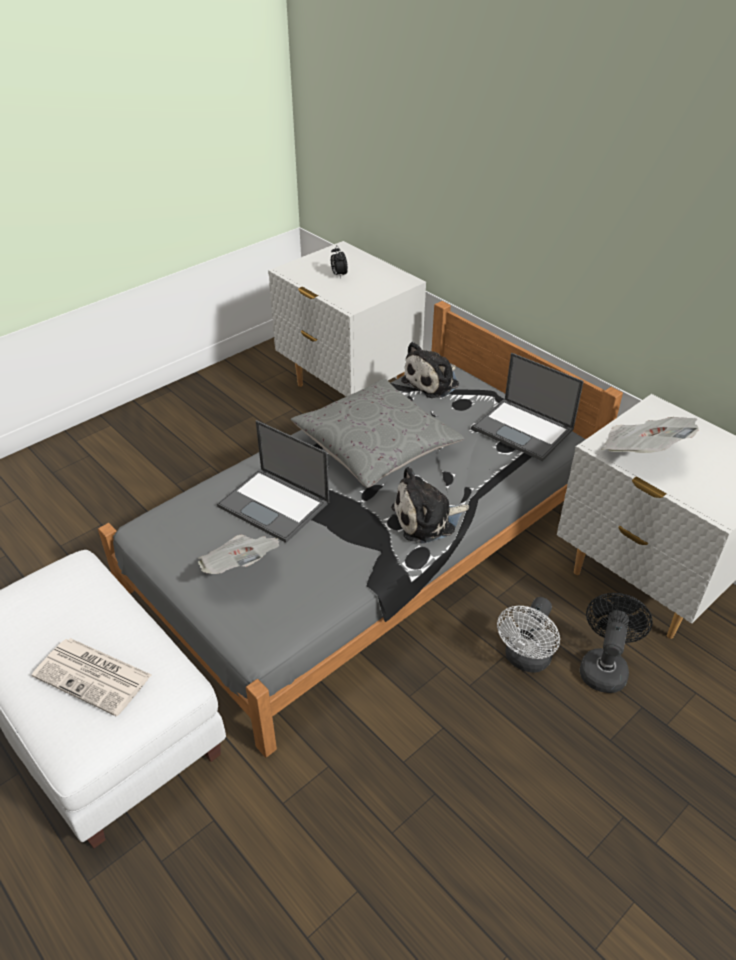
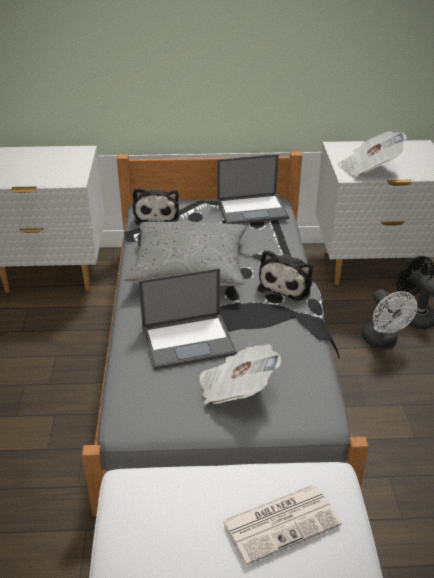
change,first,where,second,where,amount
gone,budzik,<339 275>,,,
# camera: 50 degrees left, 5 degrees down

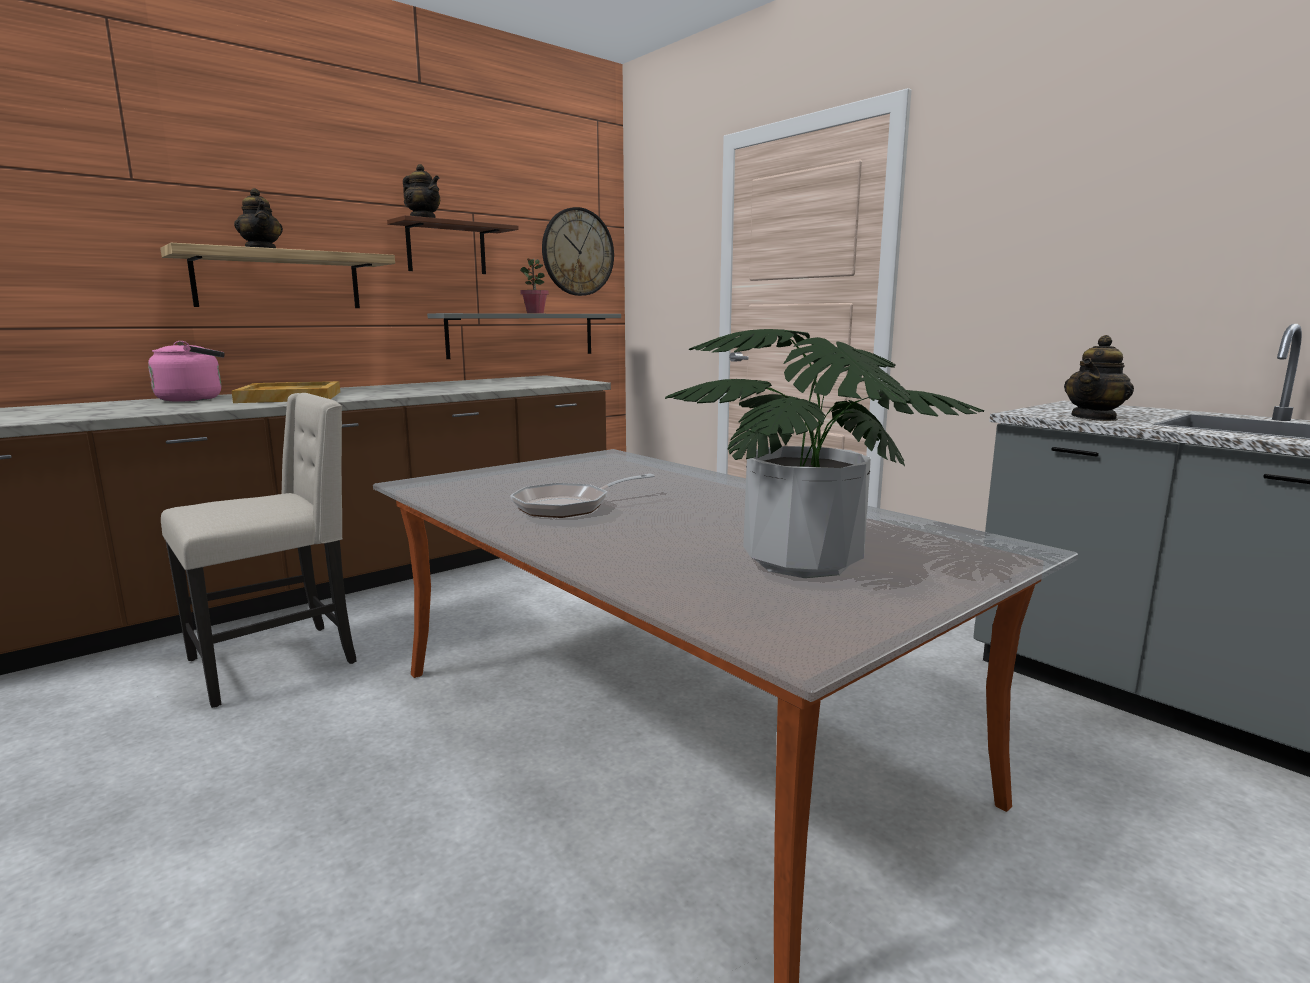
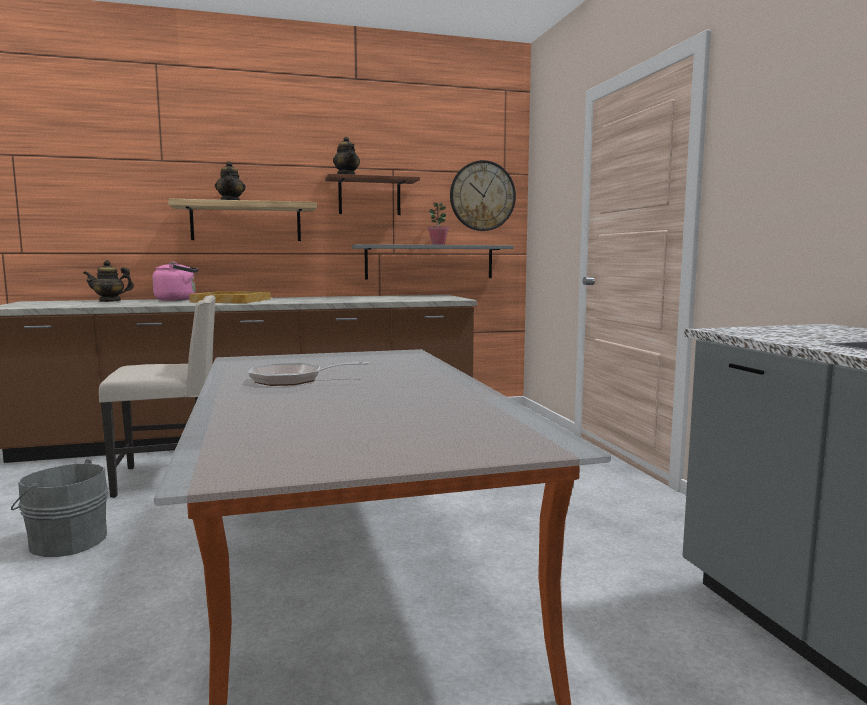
change,first,where,second,where,amount
gone,roślina doniczkowa,<803 562>,,,
new,,,wiadro (szary),<66 541>,
shifted,imbryk,<1094 418>,,<110 301>,
# camera: 25 degrees right, 5 degrees down

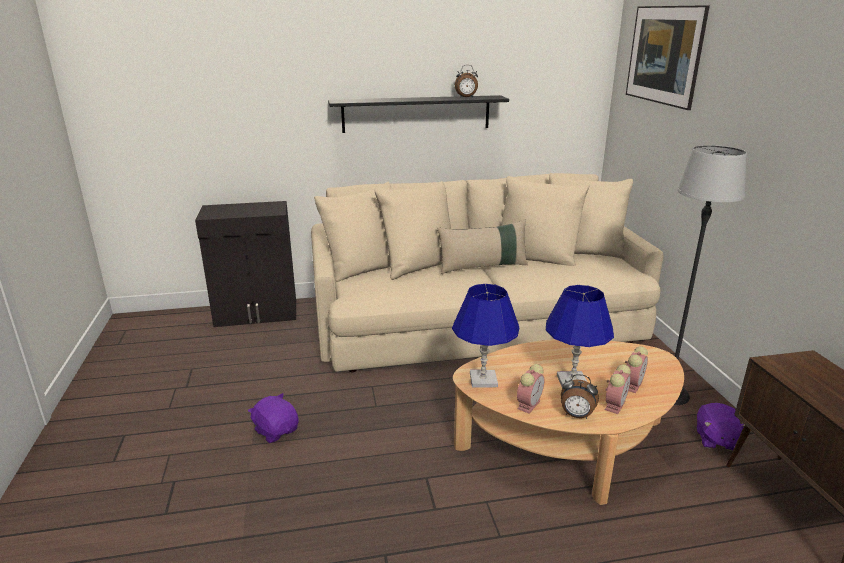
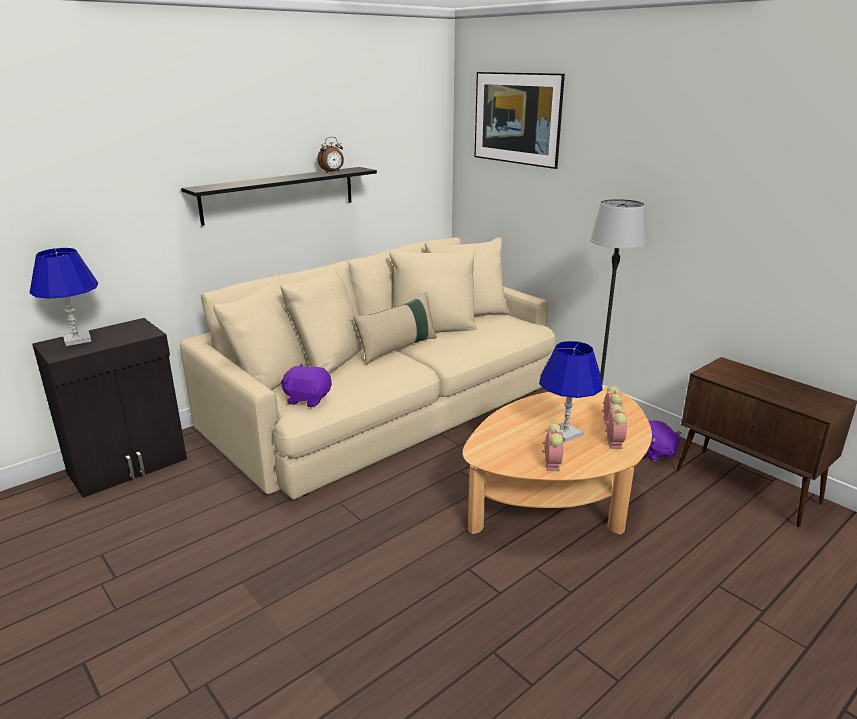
change,first,where,second,where,amount
gone,budzik,<576 415>,,,
shifted,pluszak (fioletowy),<276 431>,,<308 399>,
shifted,lampa stołowa (niebieski),<483 380>,,<77 340>,
# camera: 30 degrees left, 0 degrees up

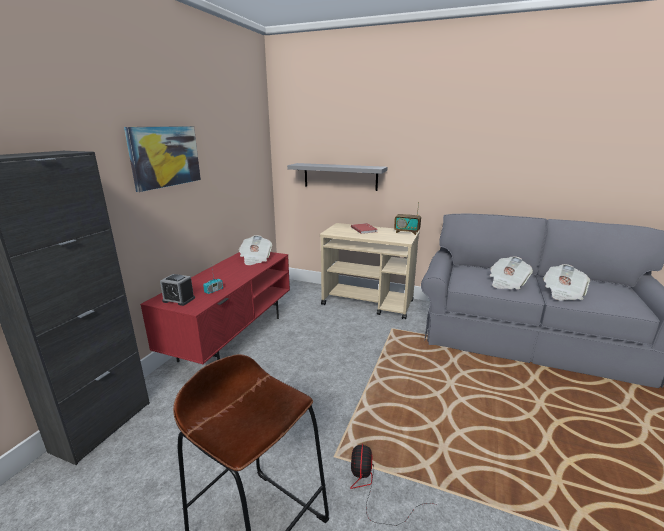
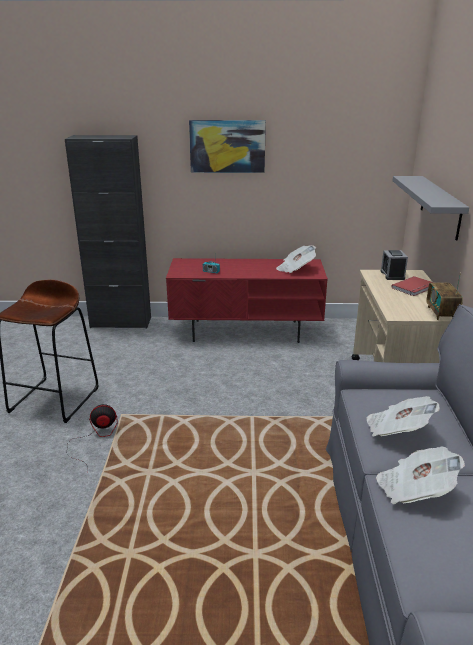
change,first,where,second,where,amount
shifted,budzik,<179 300>,,<392 275>,
# camera: 70 degrees right, 5 degrees up

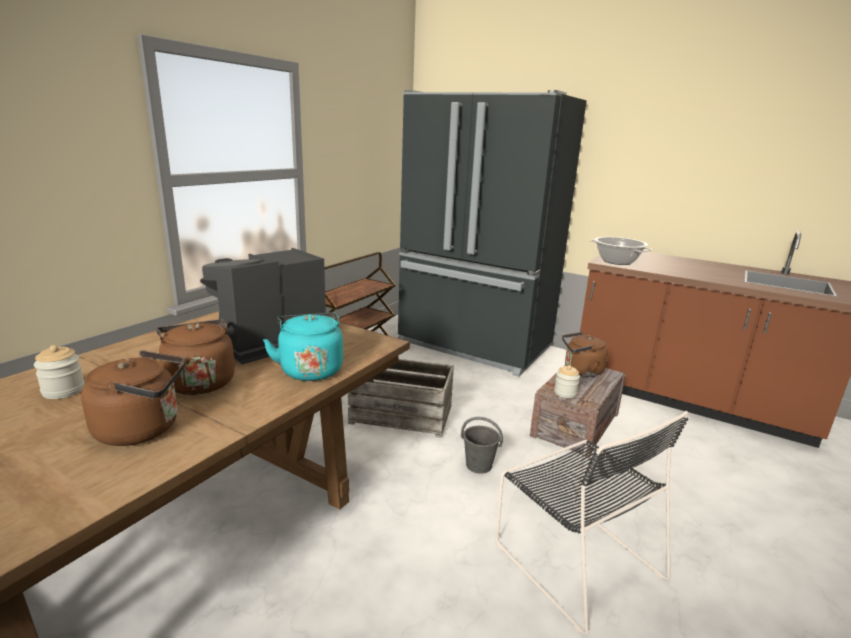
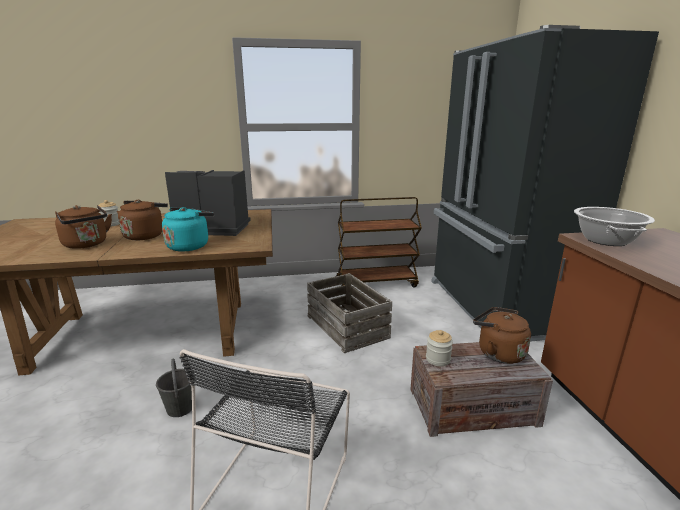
change,first,where,second,where,amount
shifted,wiadro (szary),<479 465>,,<180 408>,
# camera: 50 degrees right, 0 degrees up

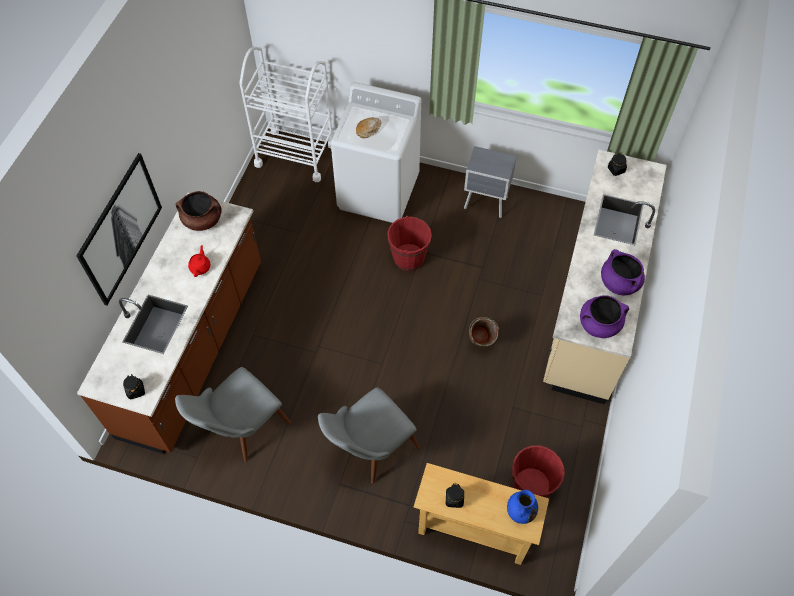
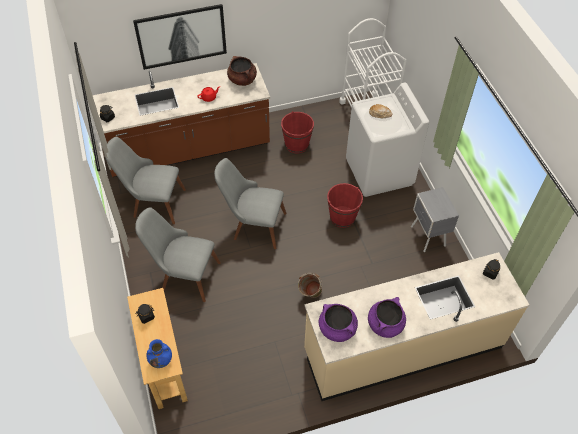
change,first,where,second,where,amount
new,,,krzesło (szary),<252 225>,
shifted,wiadro (czerwony),<531 486>,,<296 144>,
# camera: 55 degrees right, 5 degrees down

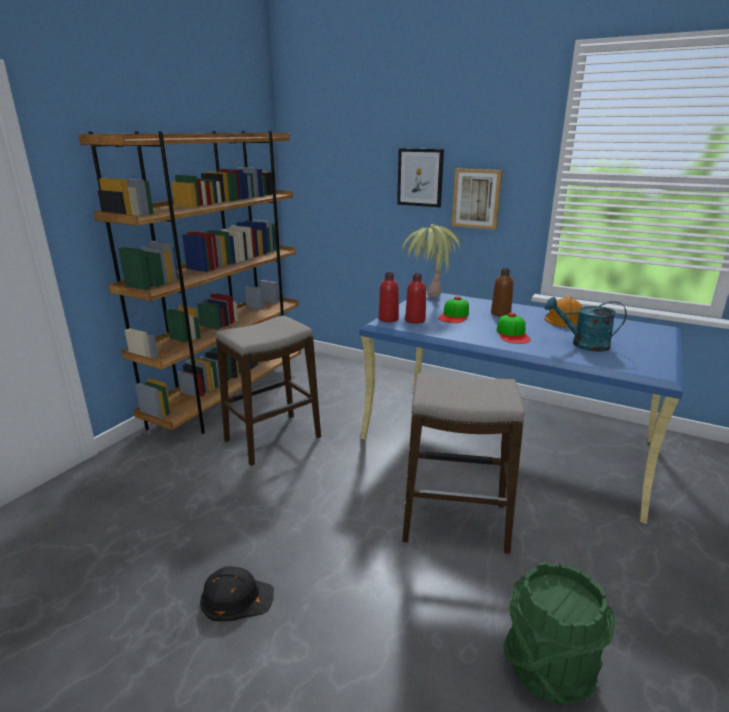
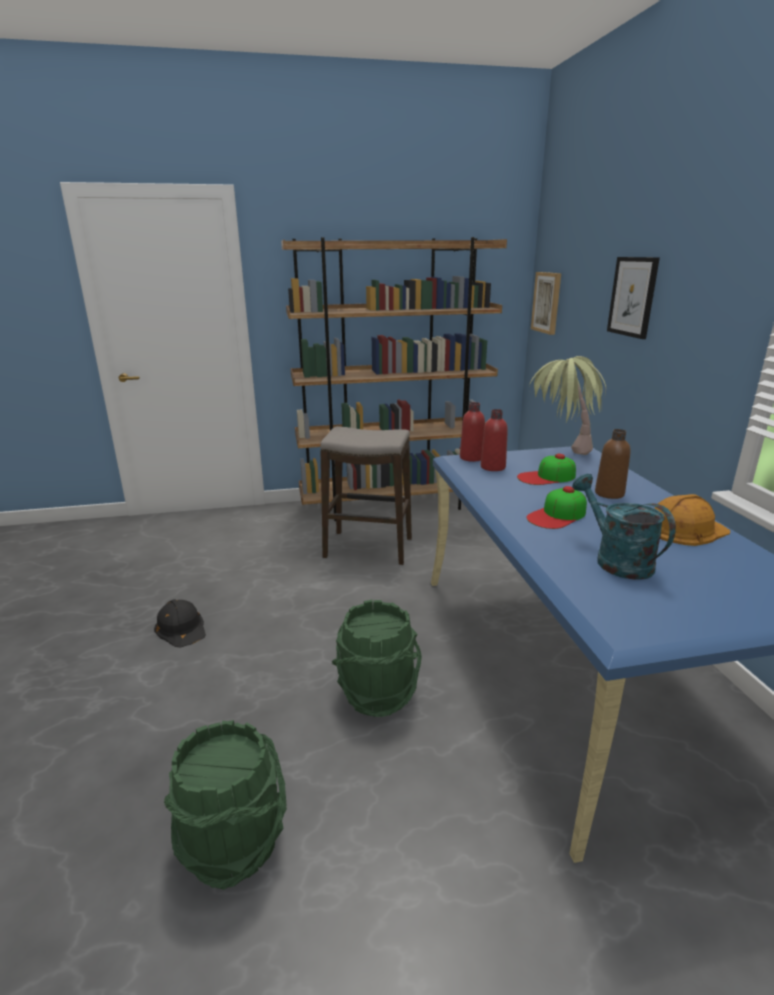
change,first,where,second,where,amount
shifted,obraz,<476 198>,,<547 302>,
swapped,stołek,<455 523>,wiadro (zielony),<377 694>,
# camera: 50 degrees right, 0 degrees up

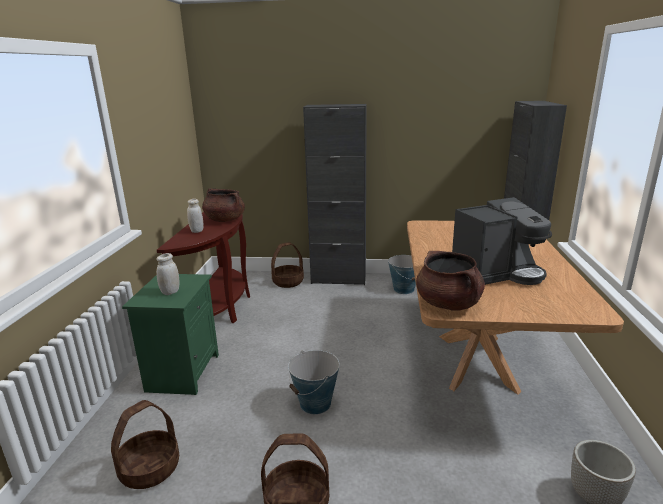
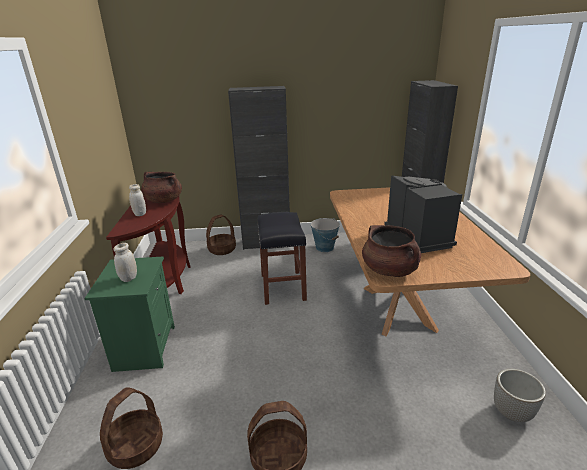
change,first,where,second,where,amount
gone,wiadro,<315 403>,,,
new,,,stołek (czarny),<282 286>,
rotated,ekspres do kawy,<496 273>,,<419 236>,75 degrees counterclockwise
# camera: 10 degrees left, 5 degrees up

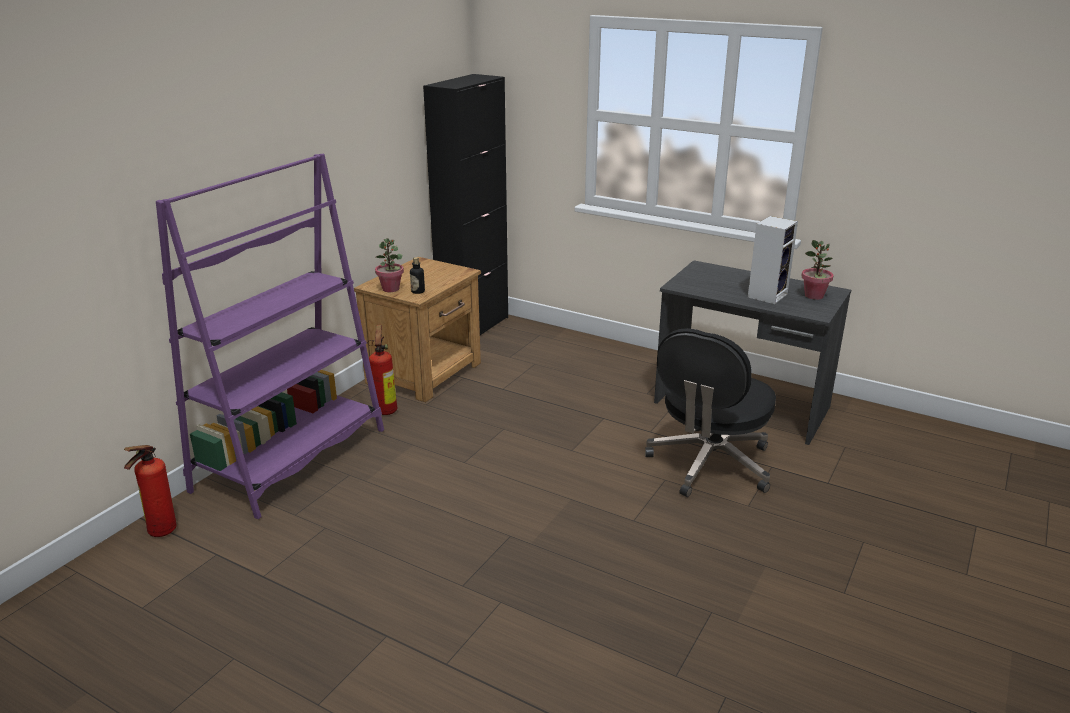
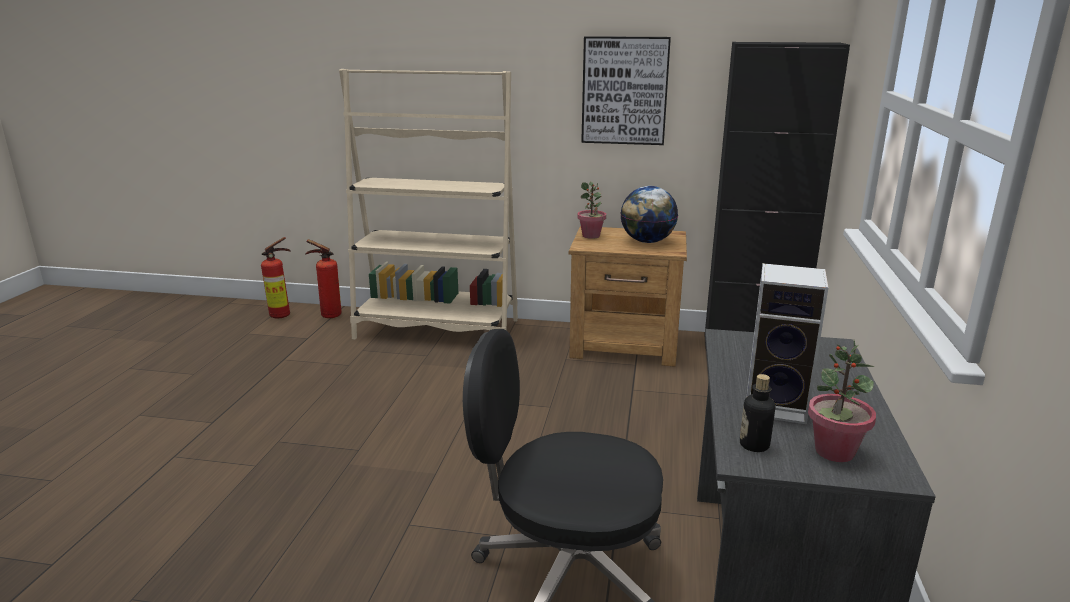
change,first,where,second,where,amount
new,,,obraz,<624 91>,
new,,,globus,<647 241>,
shifted,gaśnica,<387 409>,,<283 315>,
shifted,butelka,<418 291>,,<754 445>,
repainted,regał (fioletowy),<291 460>,regał (beżowy),<437 329>,
# camera: 70 degrees right, 5 degrees down

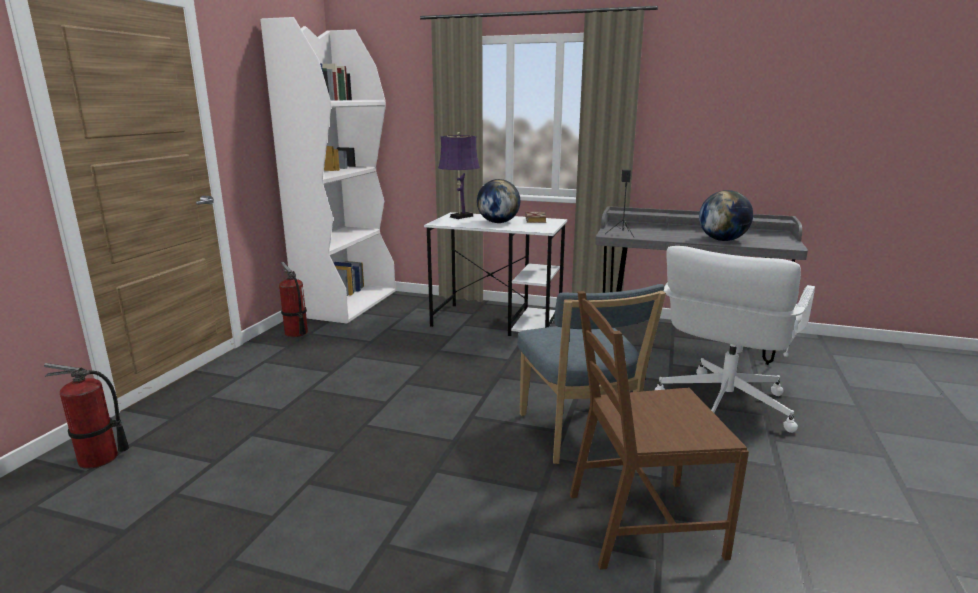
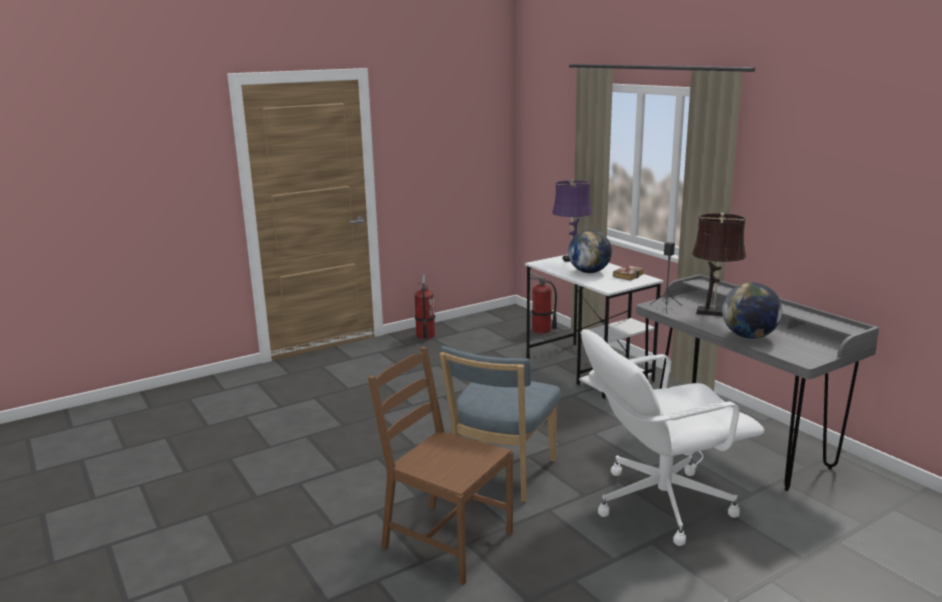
change,first,where,second,where,amount
gone,regał (biały),<347 303>,,,
new,,,lampa stołowa (brązowy),<713 313>,
shifted,gaśnica,<99 459>,,<541 330>,
# camera: 40 degrees right, 0 degrees up

